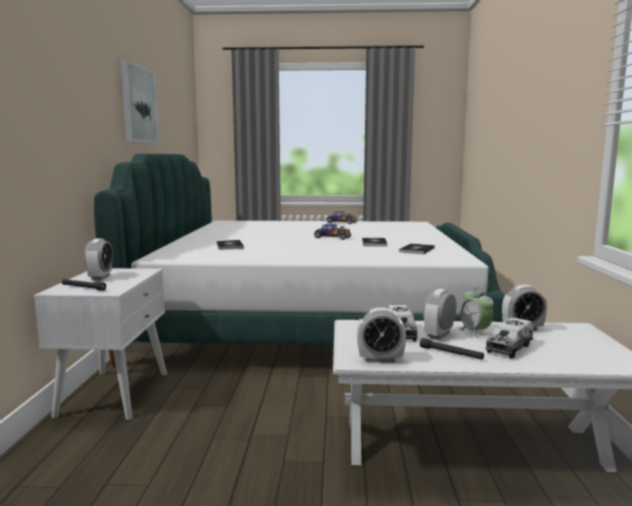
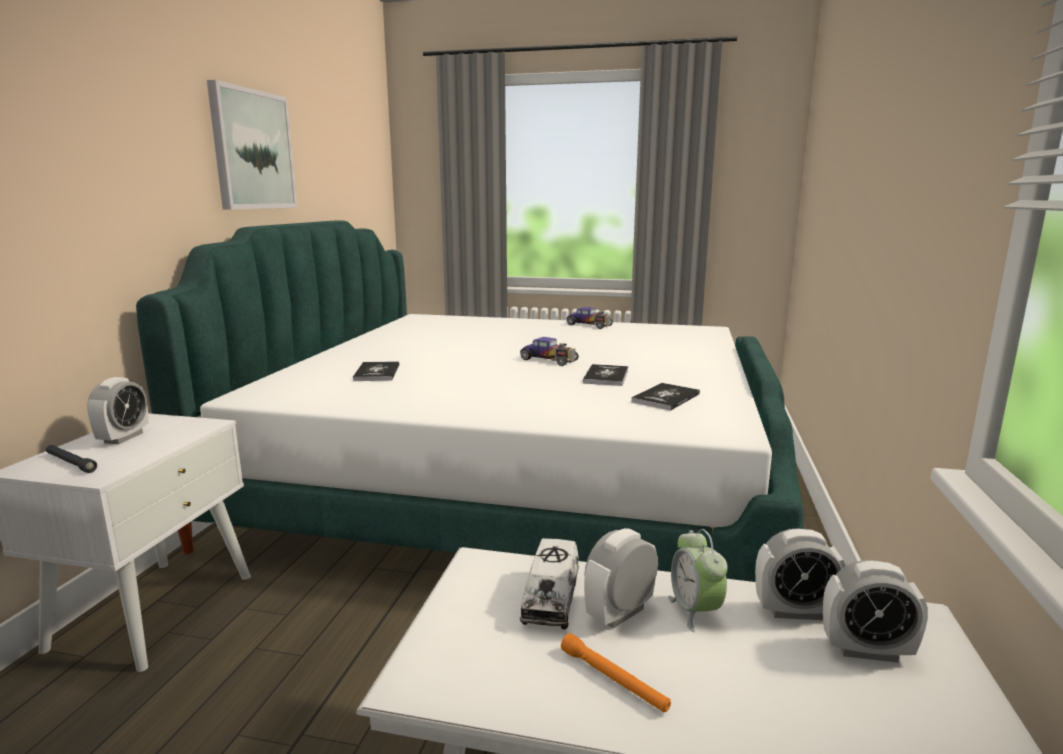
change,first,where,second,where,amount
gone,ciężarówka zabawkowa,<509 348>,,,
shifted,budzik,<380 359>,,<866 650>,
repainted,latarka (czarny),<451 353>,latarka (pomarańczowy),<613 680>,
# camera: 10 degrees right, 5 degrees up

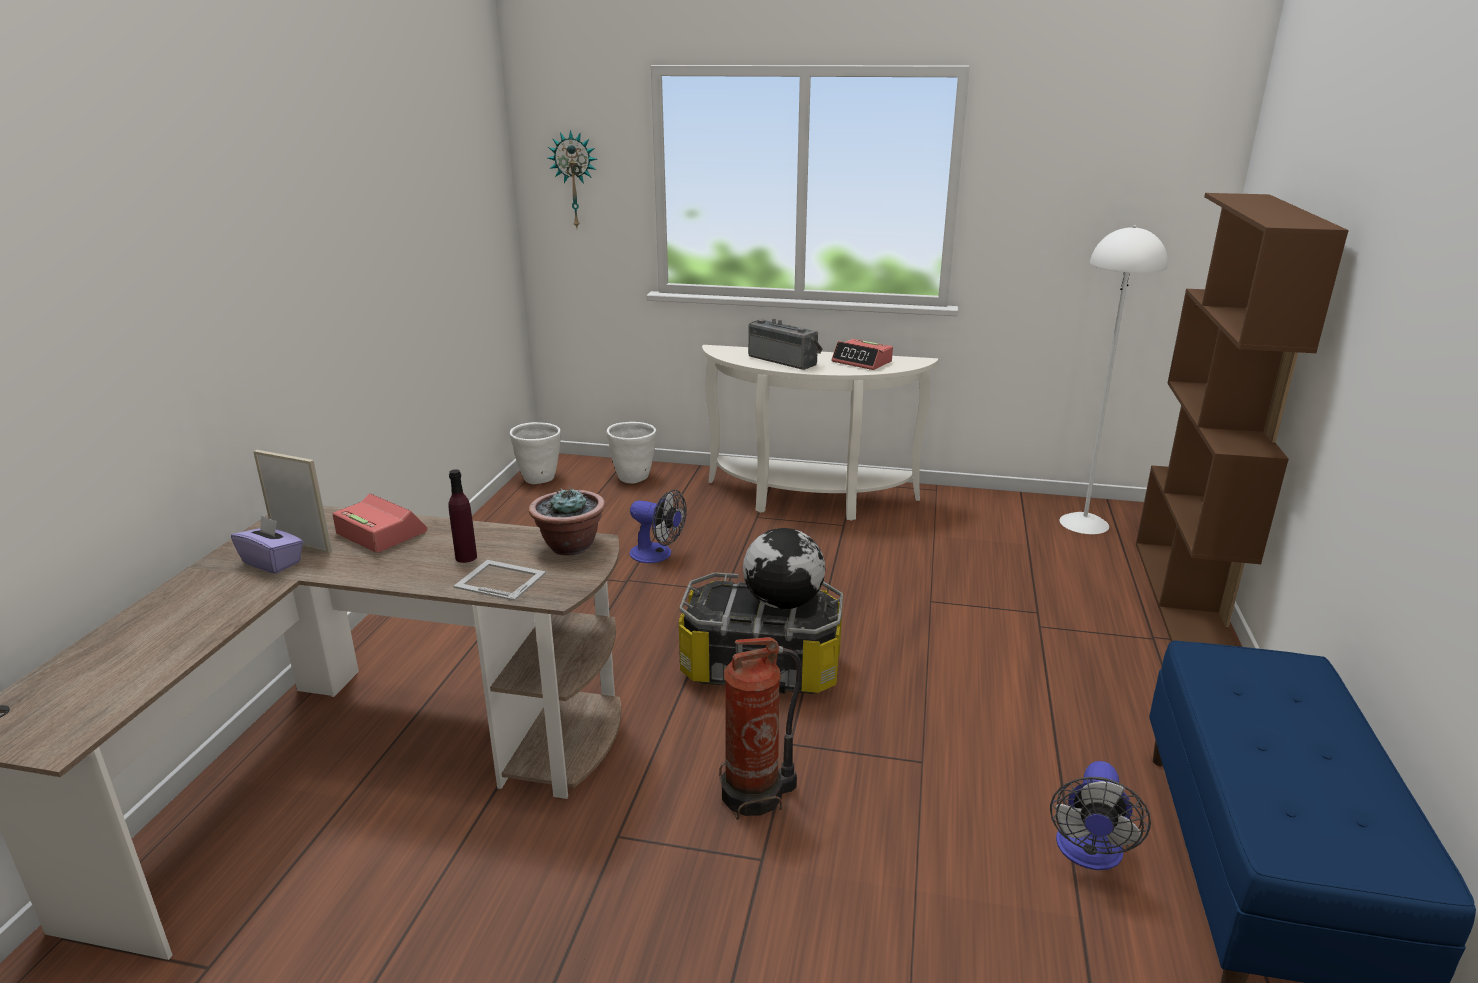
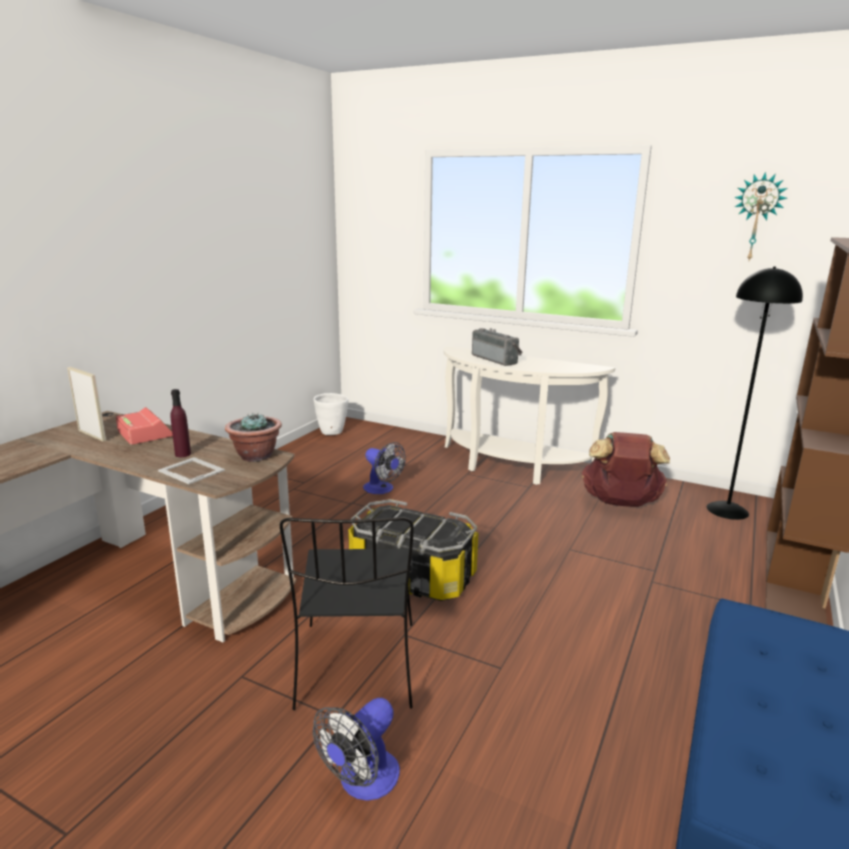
change,first,where,second,where,amount
gone,pudełko chusteczek (fioletowy),<273 562>,,,
gone,donica (biały),<633 478>,,,
gone,globus,<783 602>,,,
gone,budzik,<862 362>,,,
new,,,plecak (brązowy),<620 503>,
shifted,zegar ścienny,<575 180>,,<756 217>,
shifted,wentylator,<1089 854>,,<362 782>,
swapped,gaśnica,<755 795>,krzesło (czarny),<357 667>,
repainted,lampa stojąca (biały),<1083 523>,lampa stojąca (czarny),<727 510>,
# camera: 15 degrees right, 5 degrees down

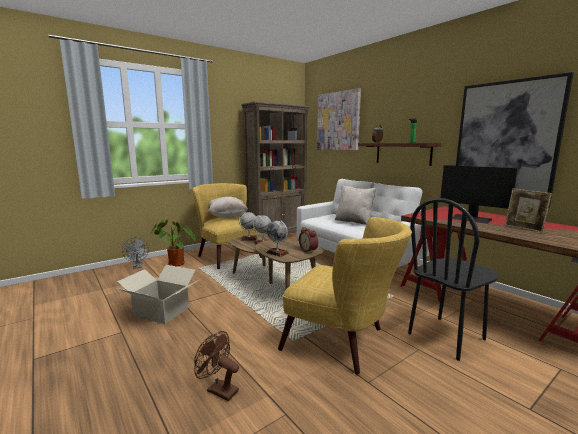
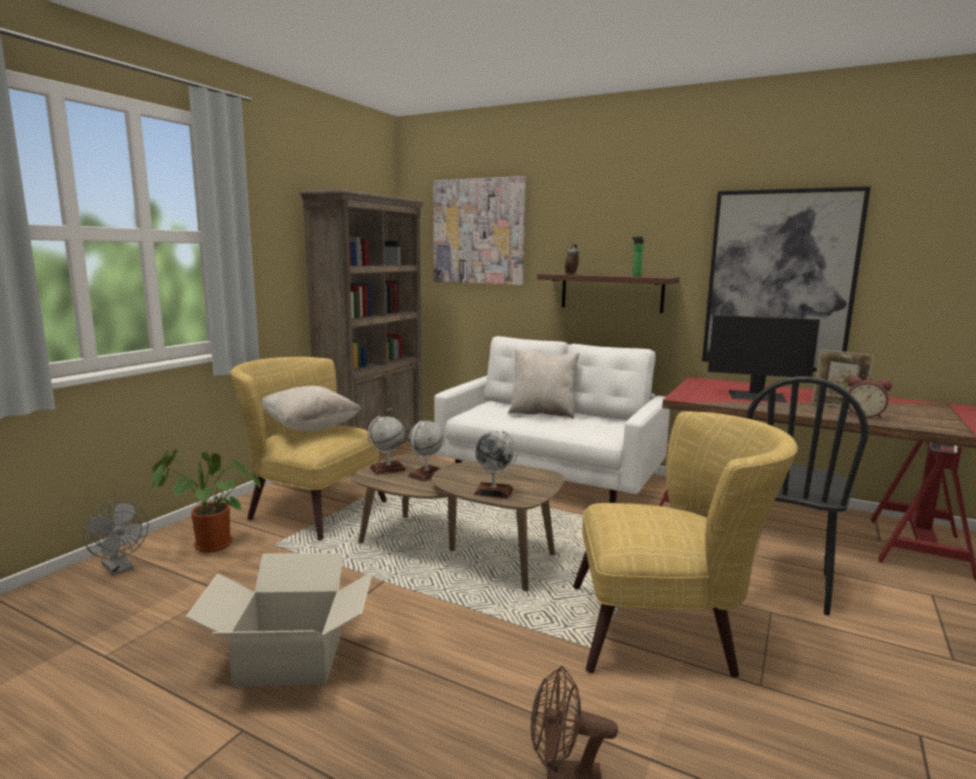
change,first,where,second,where,amount
shifted,budzik,<309 250>,,<864 415>,
# camera: 25 degrees left, 0 degrees up

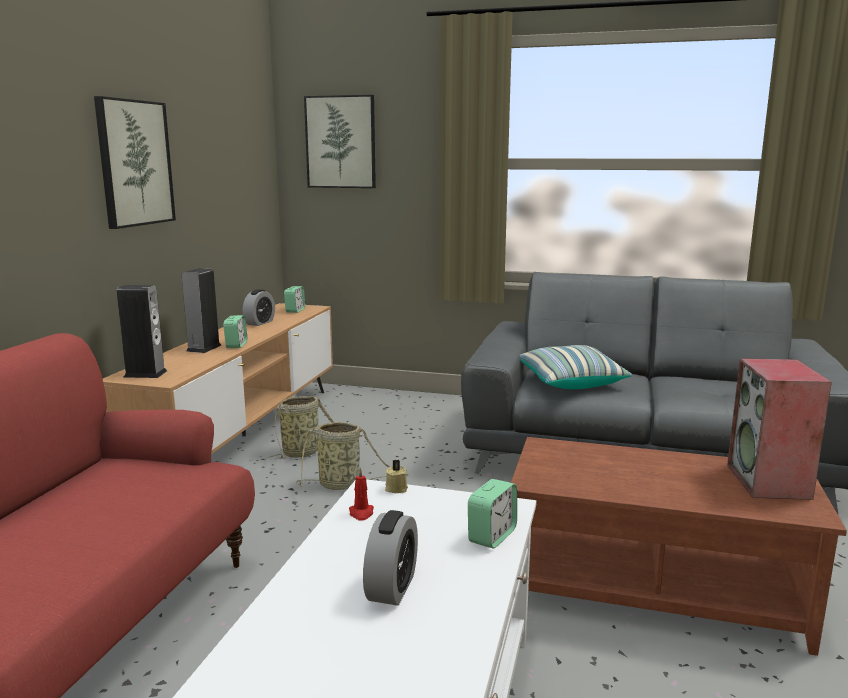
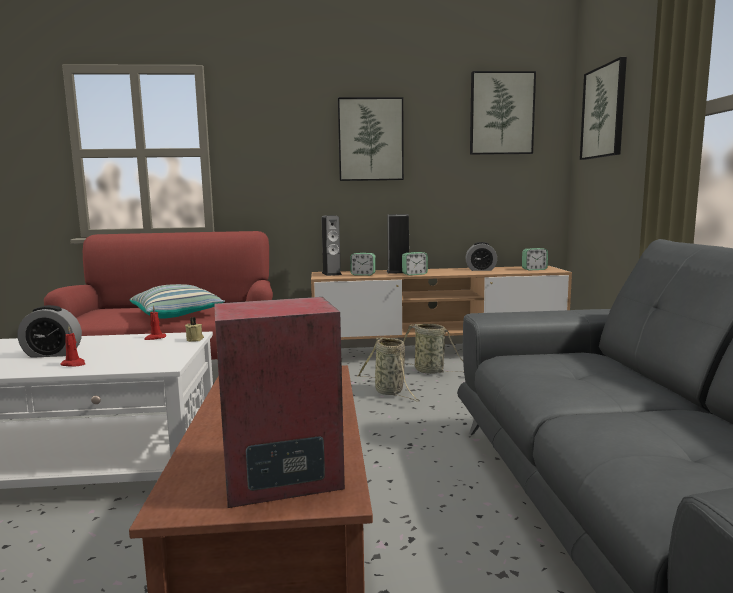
change,first,where,second,where,amount
new,,,świeca (czerwony),<74 364>,
new,,,obraz,<501 113>,
shifted,budzik,<492 536>,,<363 274>,
shifted,poduszka,<569 382>,,<178 315>,
# camera: 70 degrees right, 5 degrees down

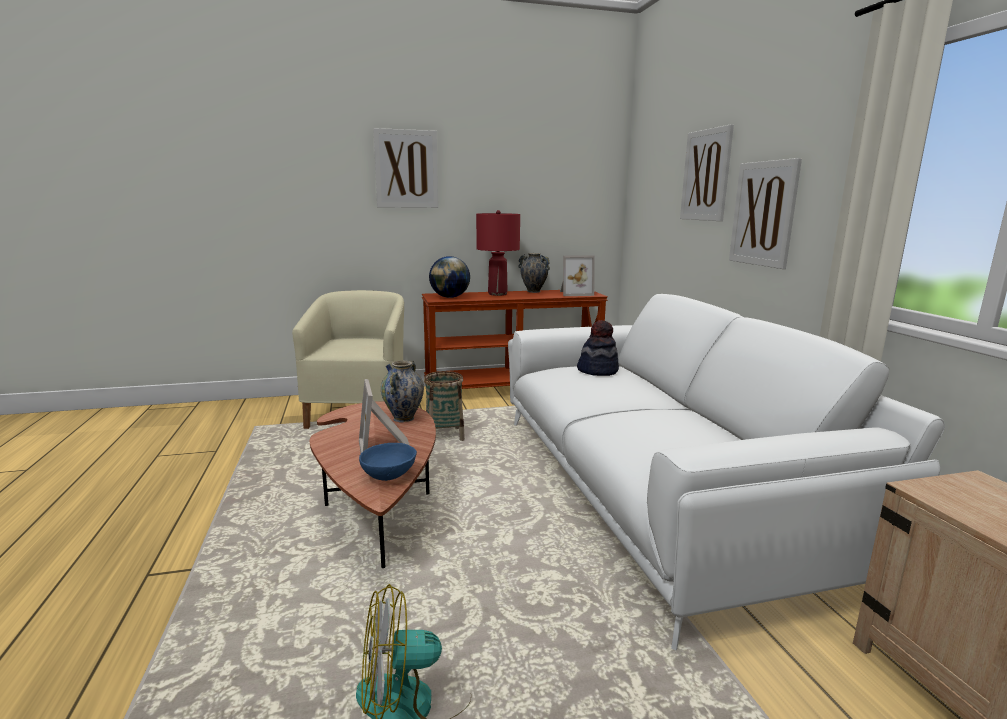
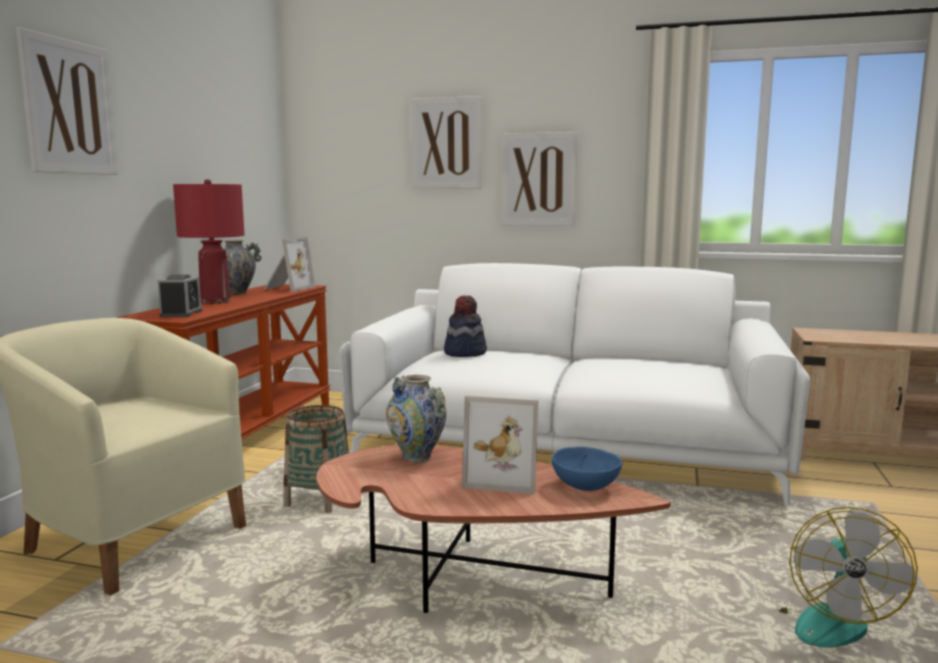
change,first,where,second,where,amount
swapped,globus,<450 297>,budzik,<181 313>,
# camera: 60 degrees left, 5 degrees down

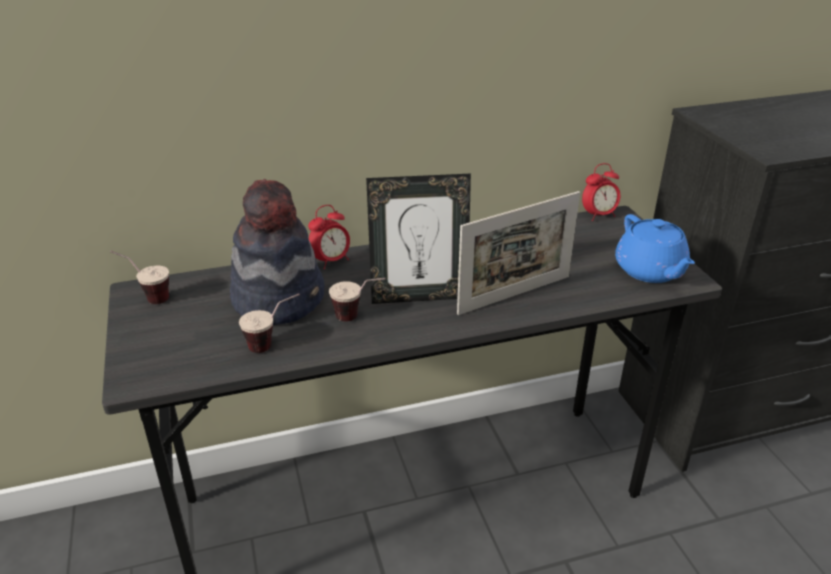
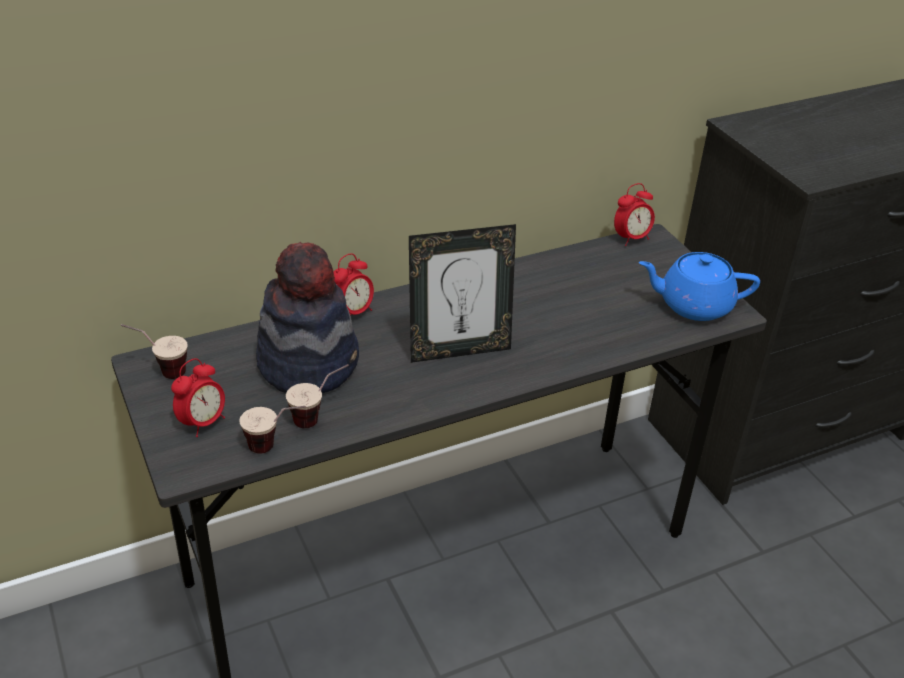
change,first,where,second,where,amount
gone,ramka na zdjęcie,<514 295>,,,
new,,,budzik,<203 423>,
shifted,filiżanka,<359 318>,,<275 447>,
rotated,imbryk (niebieski),<650 271>,,<693 305>,120 degrees clockwise
# camera: 10 degrees left, 5 degrees up

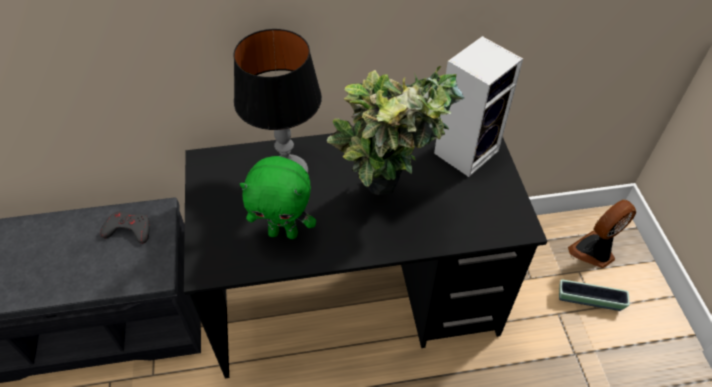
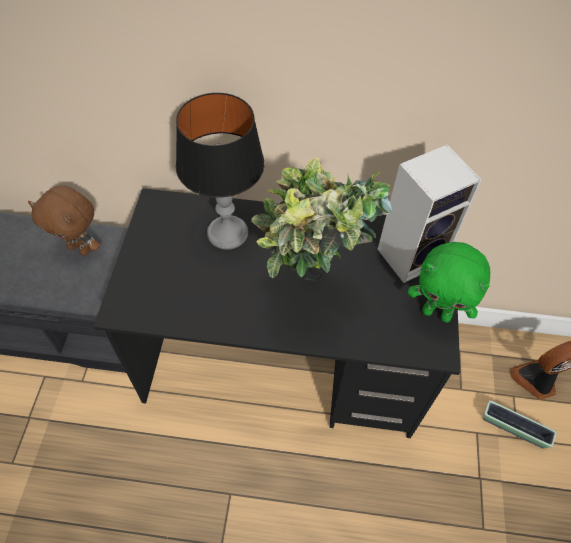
change,first,where,second,where,amount
shifted,pluszak (zielony),<284 232>,,<437 313>,
swapped,pad do gier (szary),<128 230>,pluszak (brązowy),<80 248>,
# camera: 15 degrees right, 5 degrees up

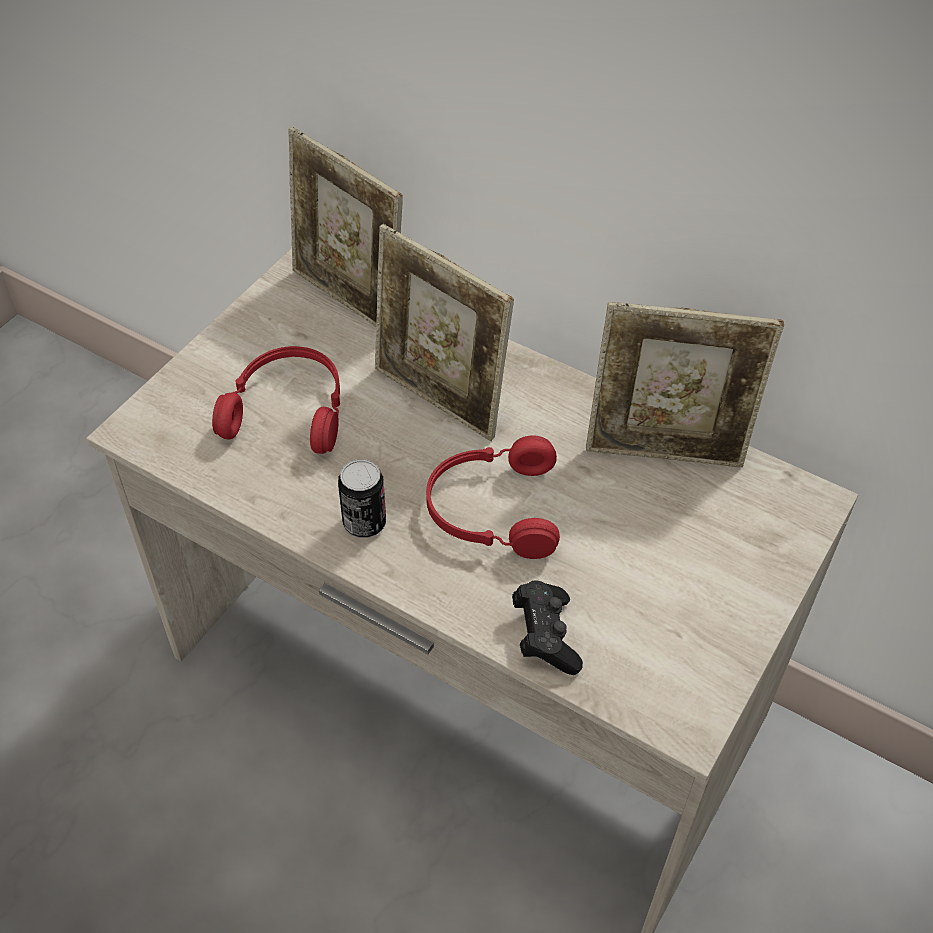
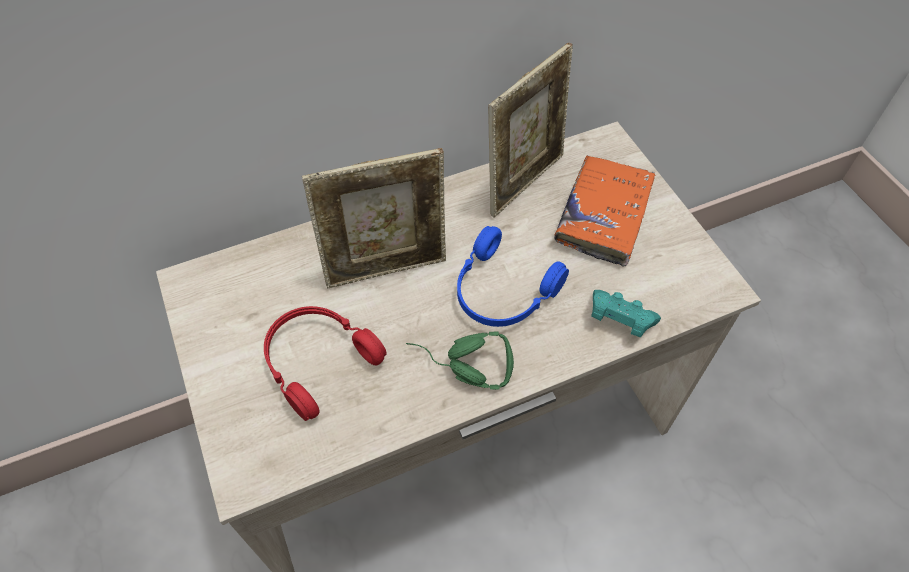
change,first,where,second,where,amount
gone,ramka na zdjęcie,<348 300>,,,
new,,,książka (pomarańczowy),<603 216>,
swapped,puszka,<364 523>,słuchawki (zielony),<459 370>,
repainted,słuchawki (czerwony),<491 510>,słuchawki (niebieski),<502 292>,
repainted,pad do gier (czarny),<545 636>,pad do gier (turkusowy),<619 320>,
# camera: 55 degrees left, 5 degrees up

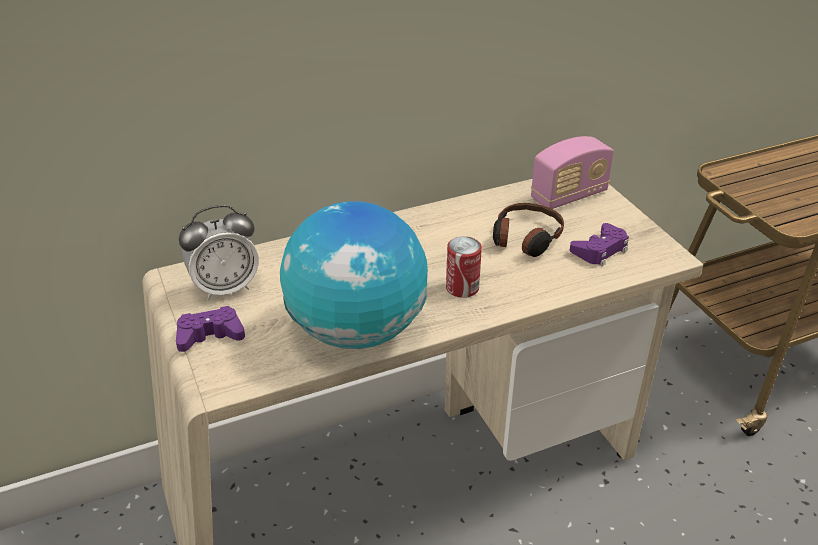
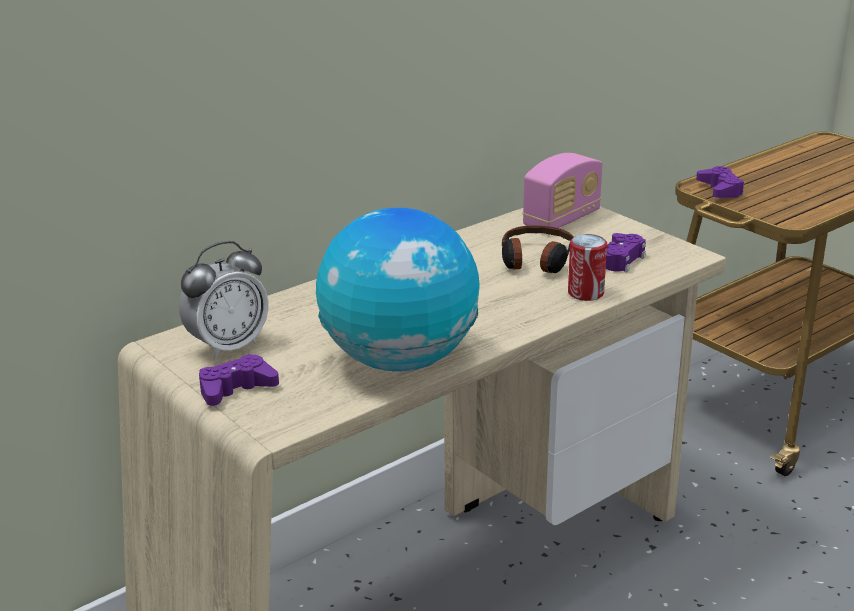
change,first,where,second,where,amount
new,,,pad do gier (fioletowy),<720 189>,
shifted,puszka,<462 288>,,<585 293>,
# camera: 15 degrees left, 10 degrees down

